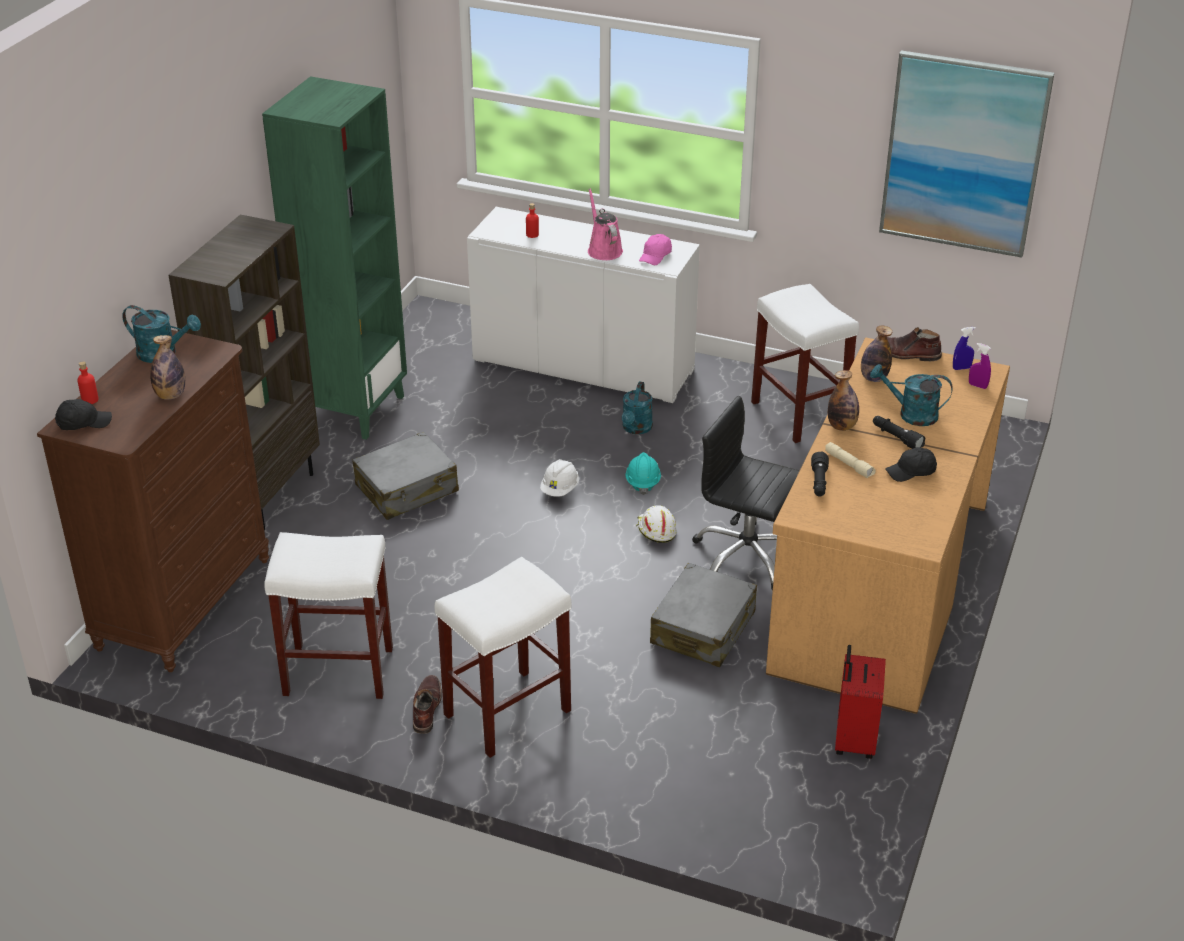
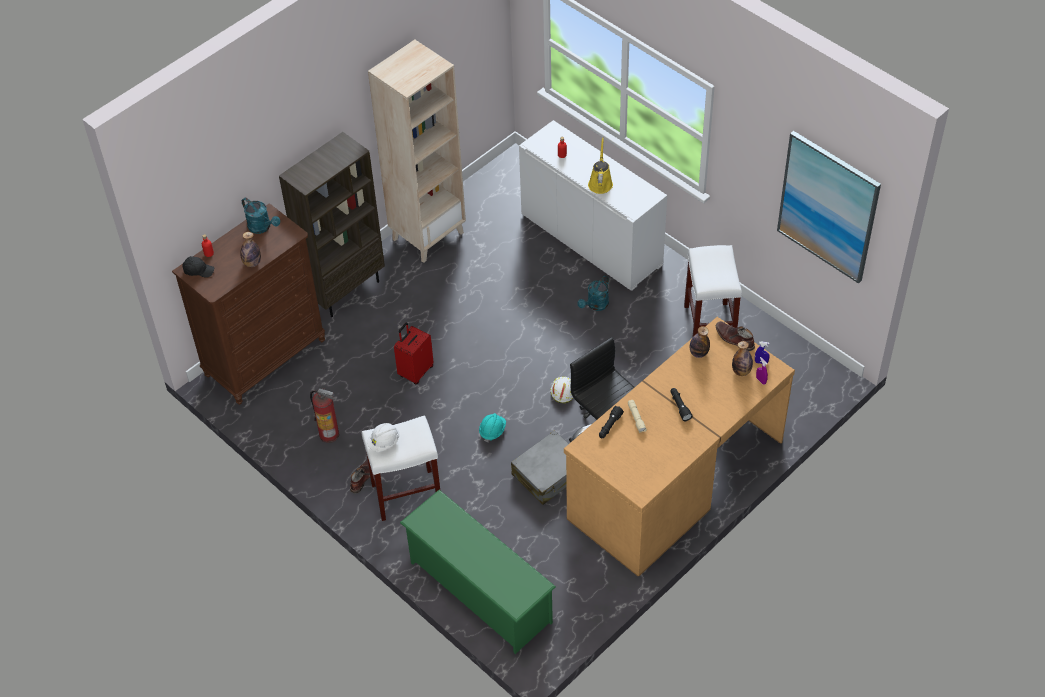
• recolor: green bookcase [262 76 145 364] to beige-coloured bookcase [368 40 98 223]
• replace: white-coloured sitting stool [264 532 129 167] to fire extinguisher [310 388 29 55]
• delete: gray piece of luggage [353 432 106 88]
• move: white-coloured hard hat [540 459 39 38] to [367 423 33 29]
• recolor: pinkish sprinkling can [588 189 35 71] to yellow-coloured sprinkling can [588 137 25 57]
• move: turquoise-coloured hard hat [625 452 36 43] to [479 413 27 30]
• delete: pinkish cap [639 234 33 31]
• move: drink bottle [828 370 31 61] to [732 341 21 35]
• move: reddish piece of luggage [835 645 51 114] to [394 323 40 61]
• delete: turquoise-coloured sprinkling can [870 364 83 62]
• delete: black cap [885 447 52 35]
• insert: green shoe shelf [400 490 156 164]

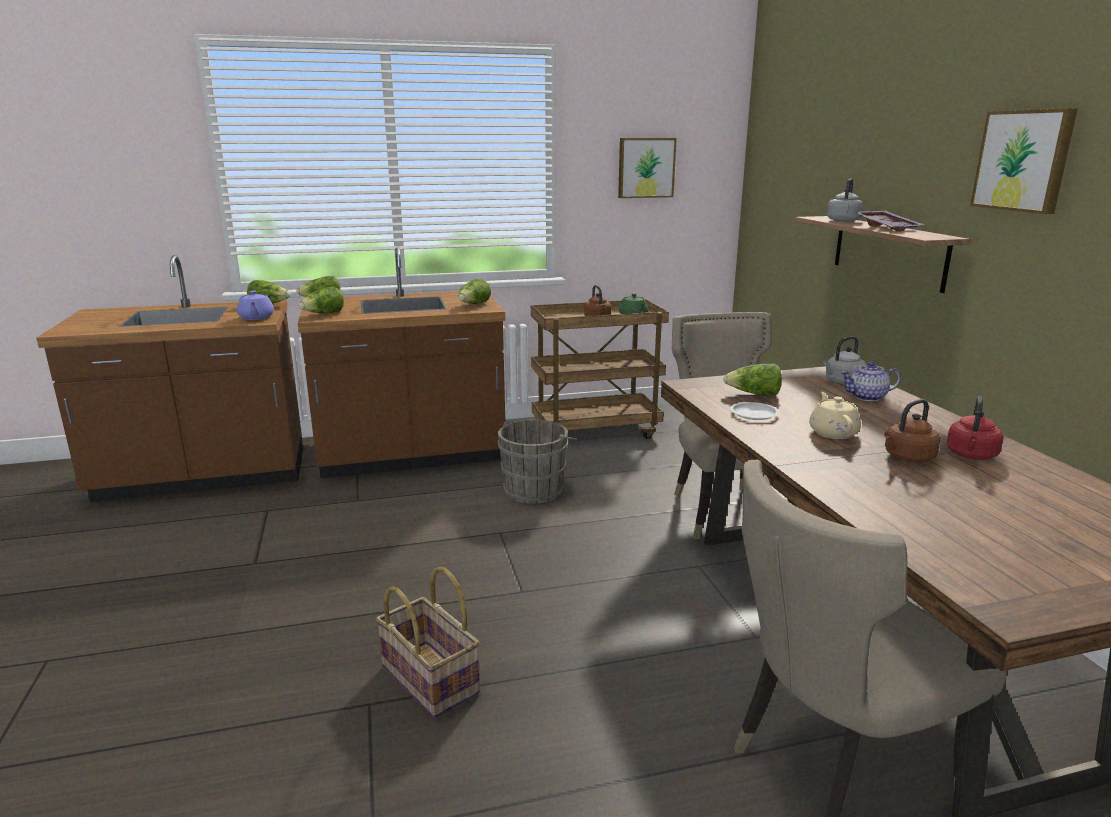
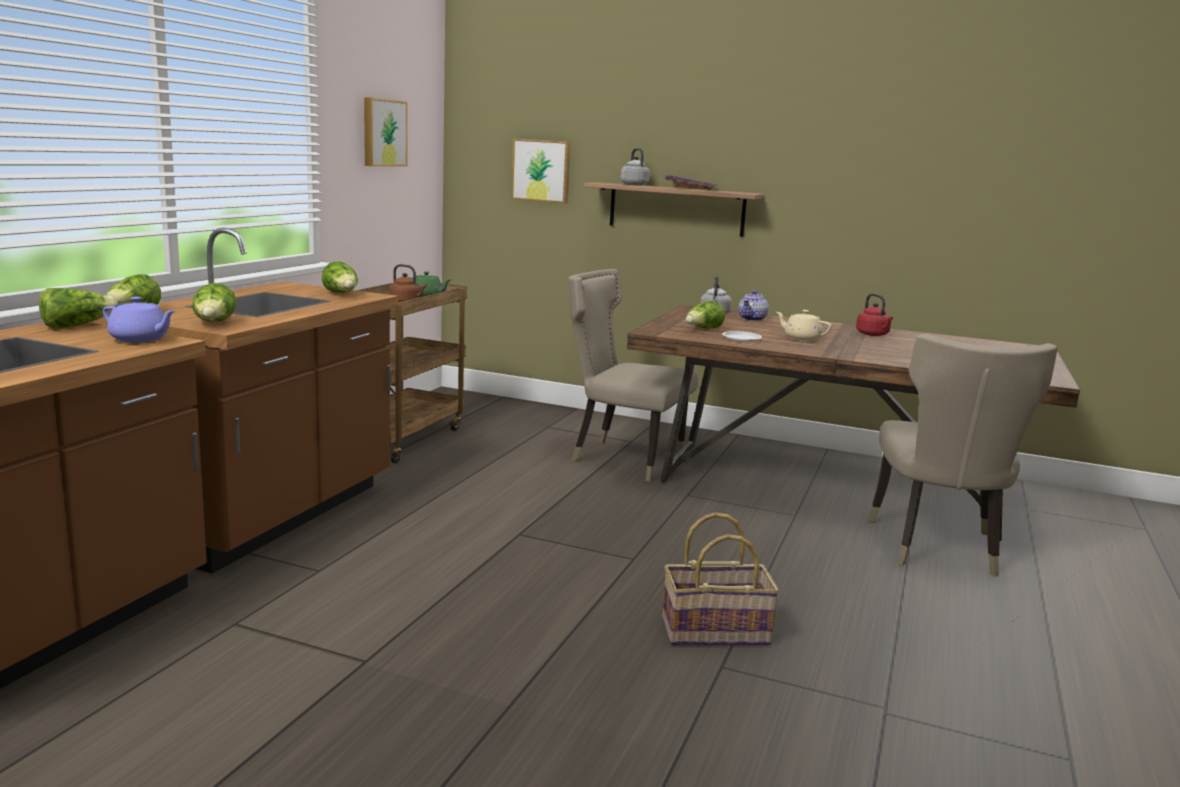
• delete: gray pail [497 420 80 84]
• delete: brown tea kettle [884 399 56 64]
• move: picture [970 108 108 106] to [511 138 60 65]

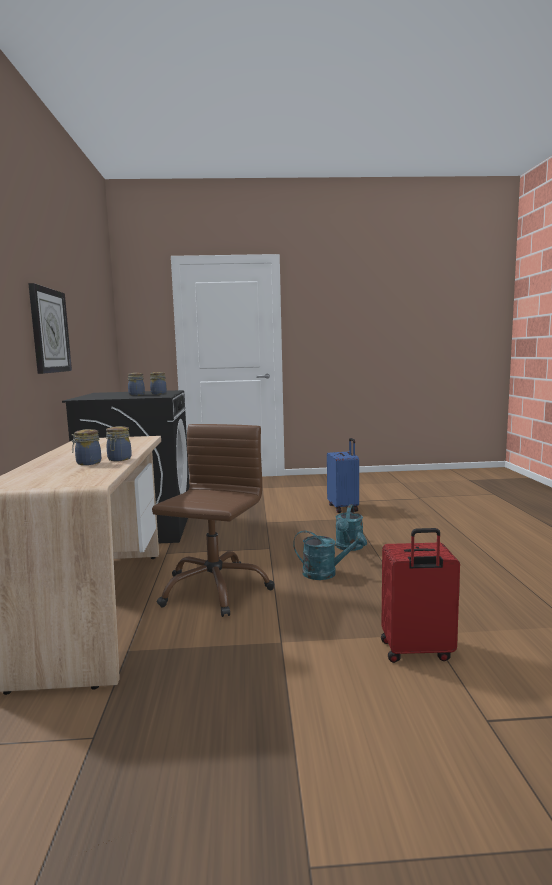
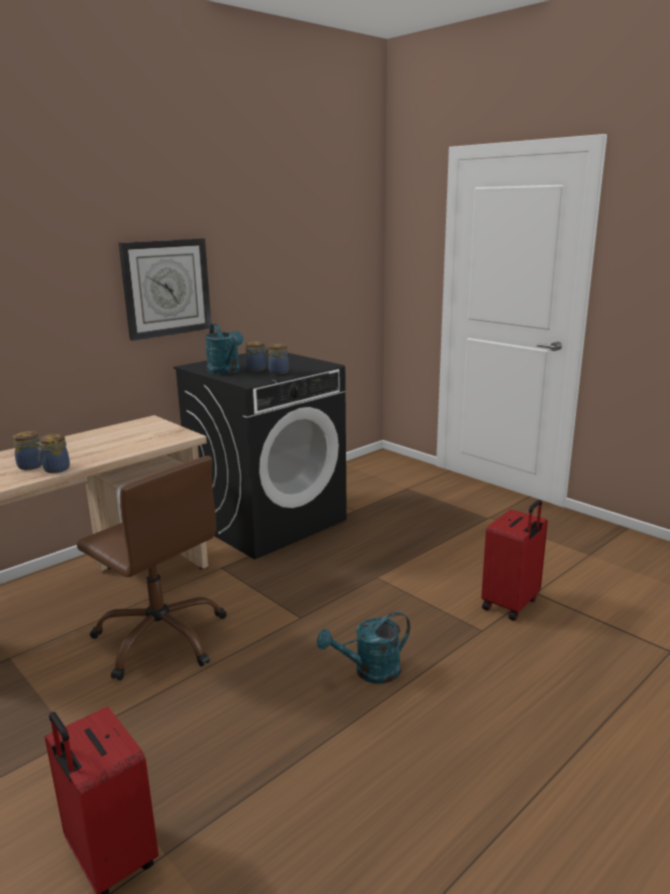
• rotate: brown computer chair [152 424 122 193] = [77 456 150 225] 60 degrees clockwise
• move: turquoise-coloured sprinkling can [293 530 74 50] to [205 323 38 52]
• recolor: bluish piece of luggage [327 438 32 75] to reddish piece of luggage [481 500 67 121]

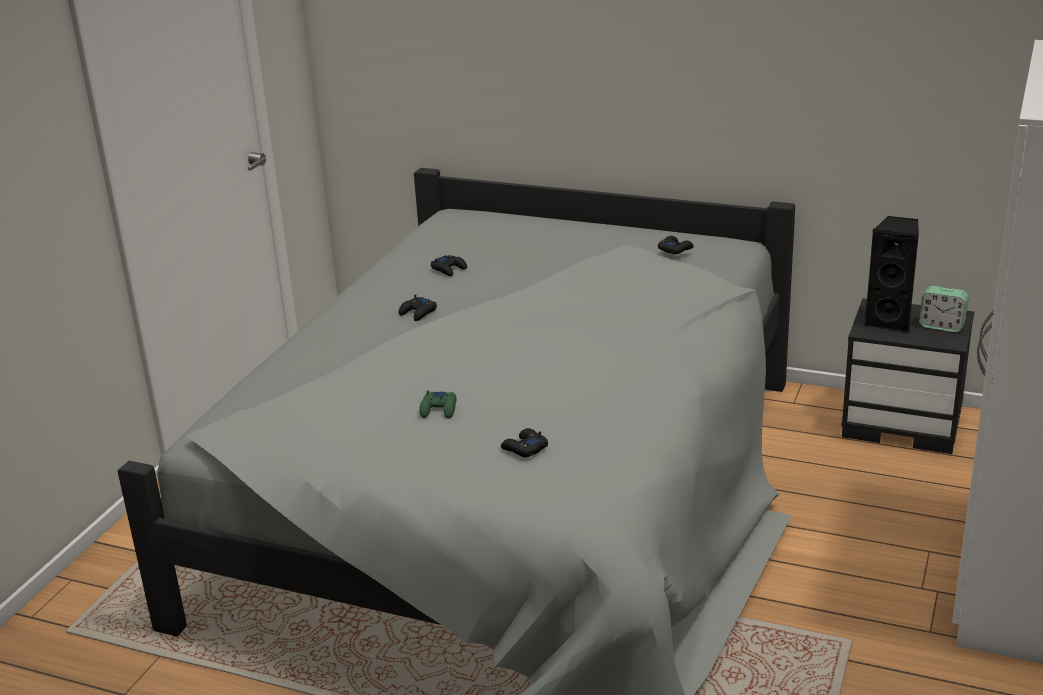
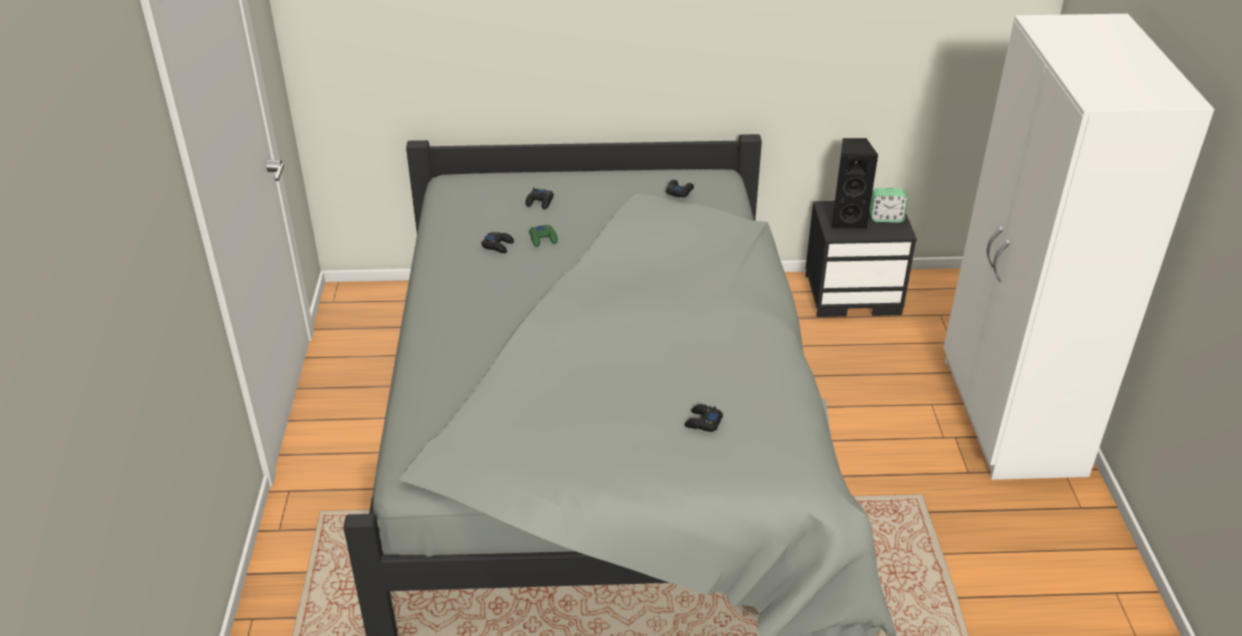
• move: black joypad [398 295 39 26] to [526 188 28 22]
• move: green joypad [419 391 37 27] to [529 225 29 22]

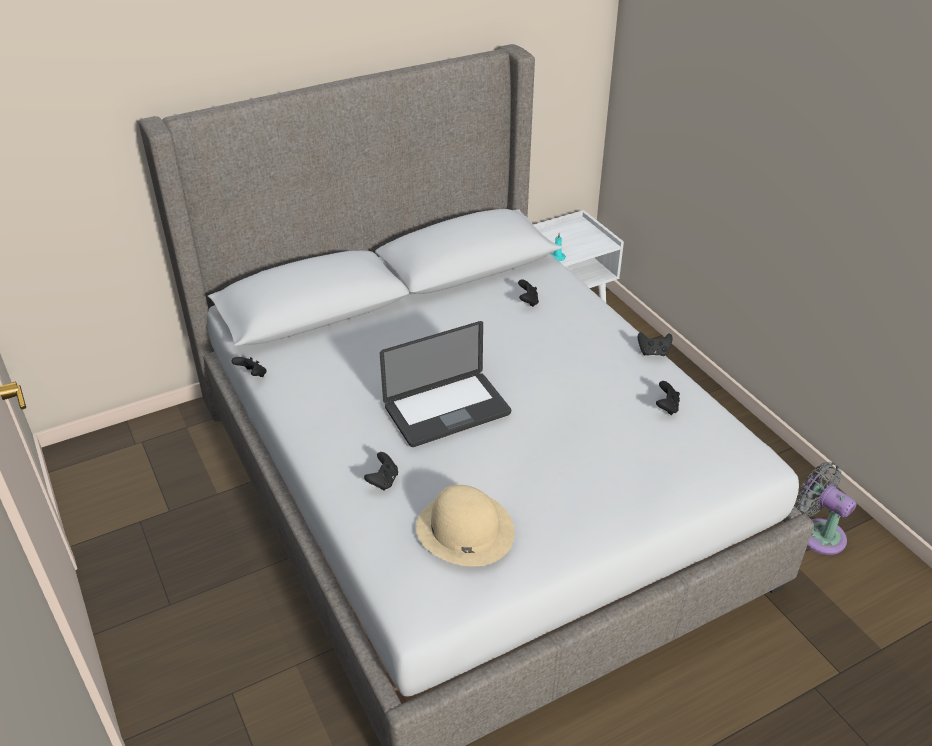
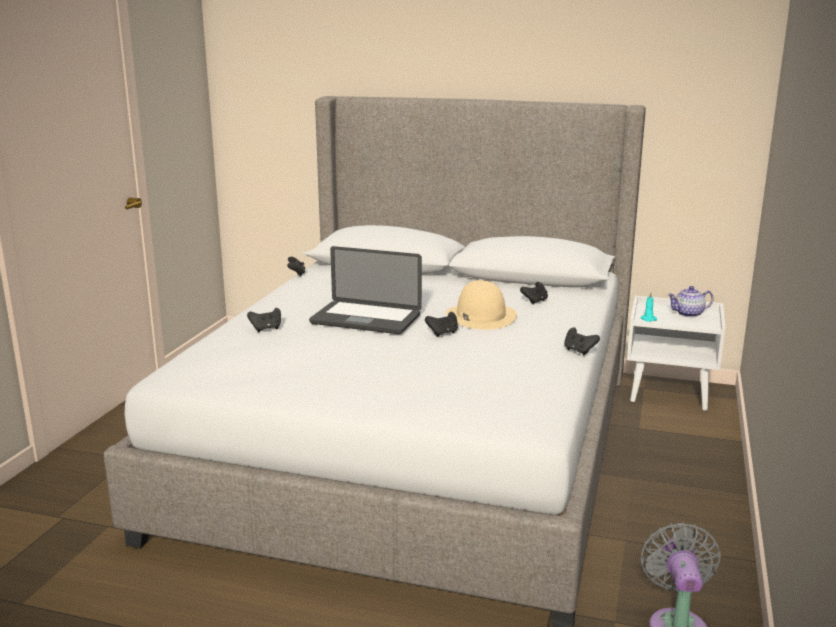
• move: beige-coloured clothing hat [416 485 99 82] to [446 280 71 50]
• move: black joypad [656 381 24 34] to [425 312 33 25]
• insert: teapot [667 286 47 31]

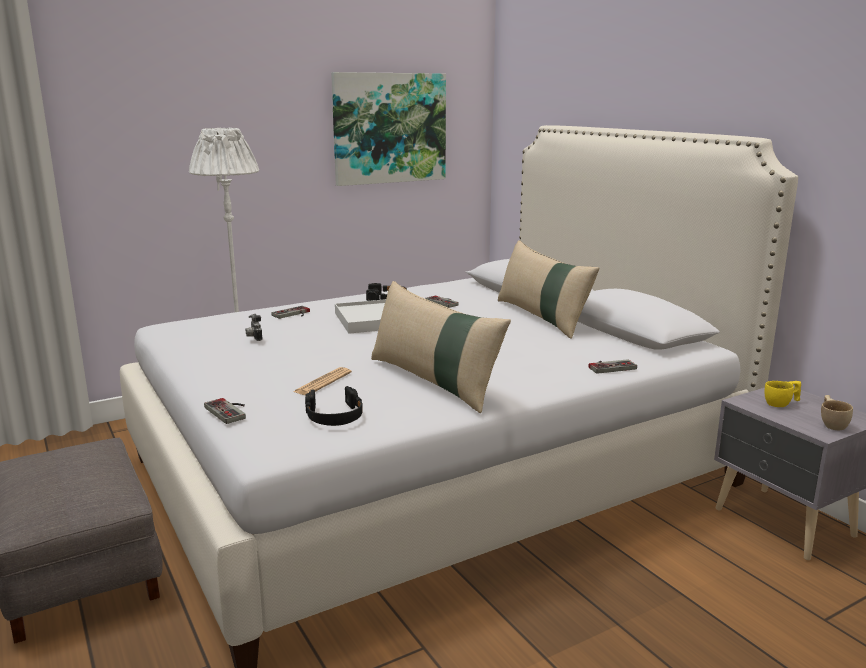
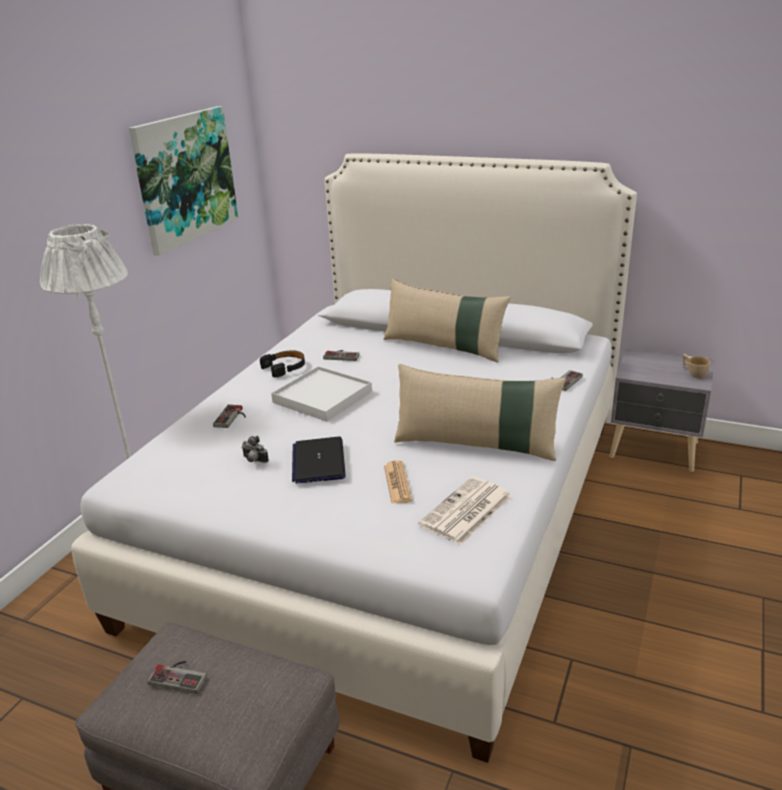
• move: joypad [204 398 42 26] to [147 661 60 33]
• replace: black headphones [305 386 58 40] to daily paper [418 477 94 68]
• delete: yellow-coloured small cup [765 381 36 26]
• insert: notebook computer [292 437 54 47]

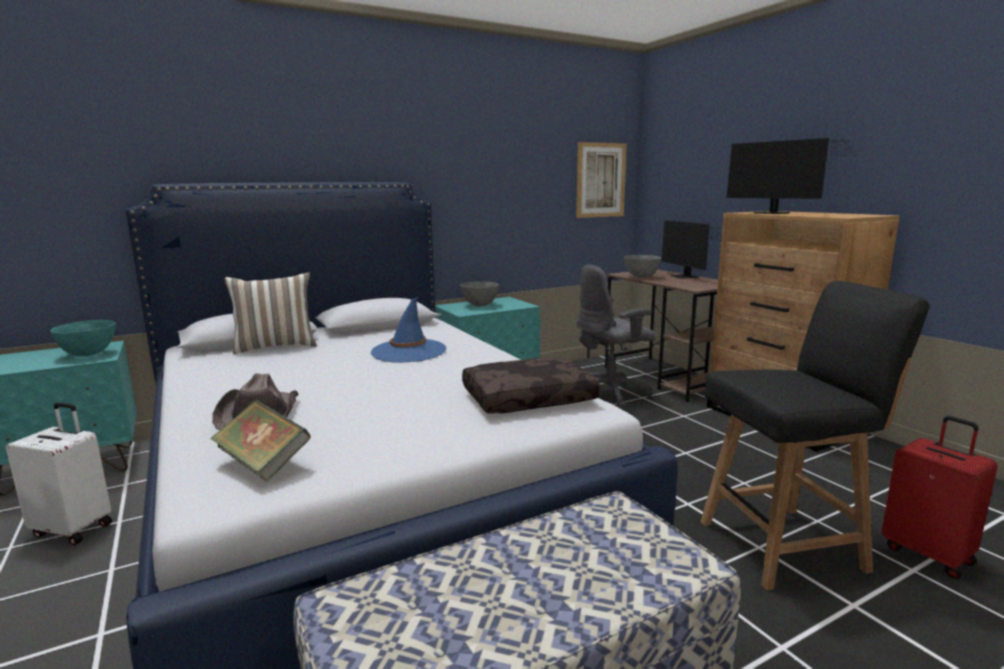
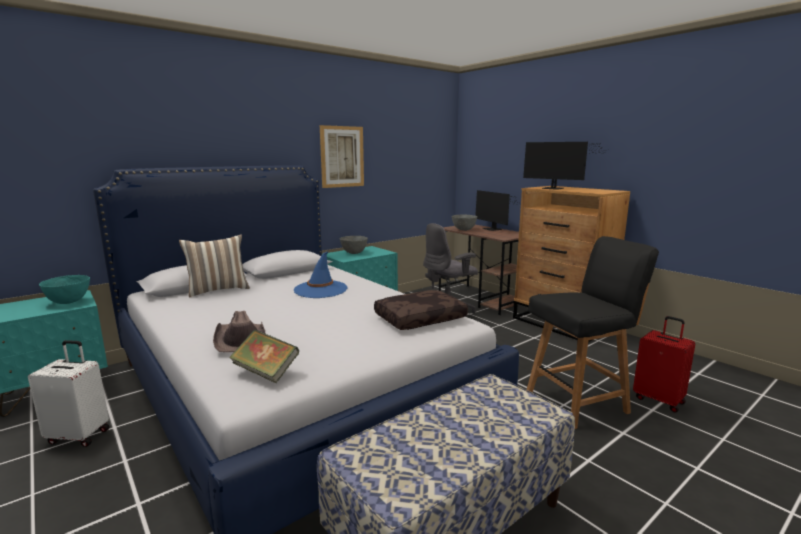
• move: picture [576 142 51 76] to [320 125 44 63]

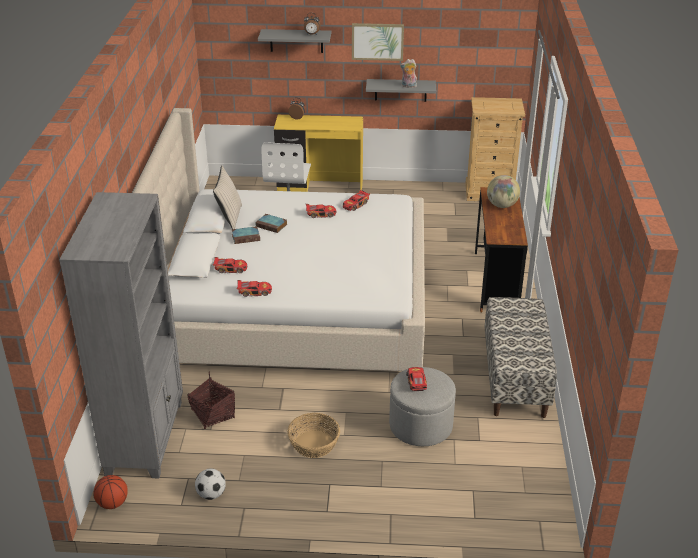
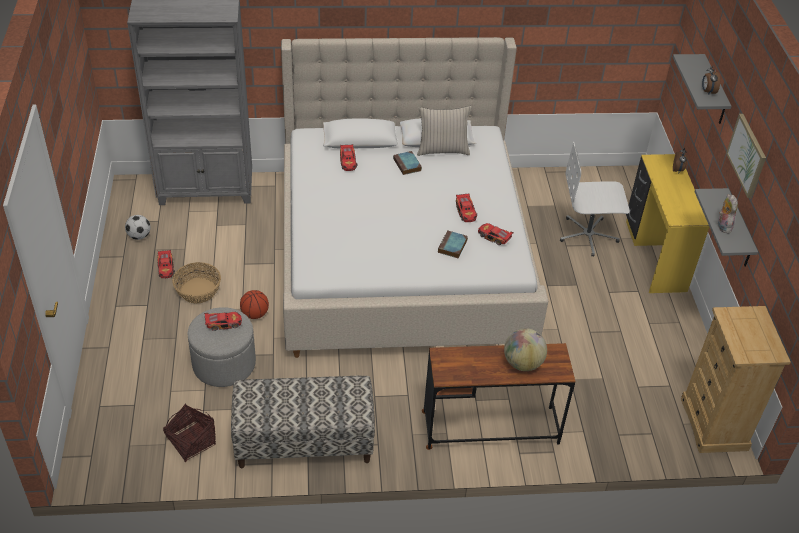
• move: basketball [94 475 34 34] to [240 290 29 29]
• move: storage basket [187 372 48 57] to [163 404 53 58]
• move: model car [237 280 35 17] to [157 249 18 29]
• move: book [256 214 31 19] to [438 230 30 28]

